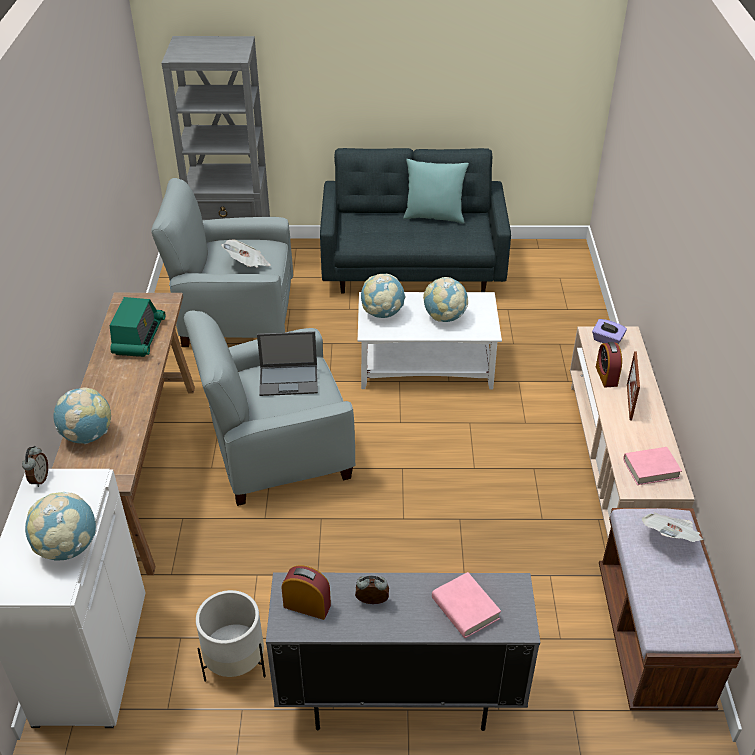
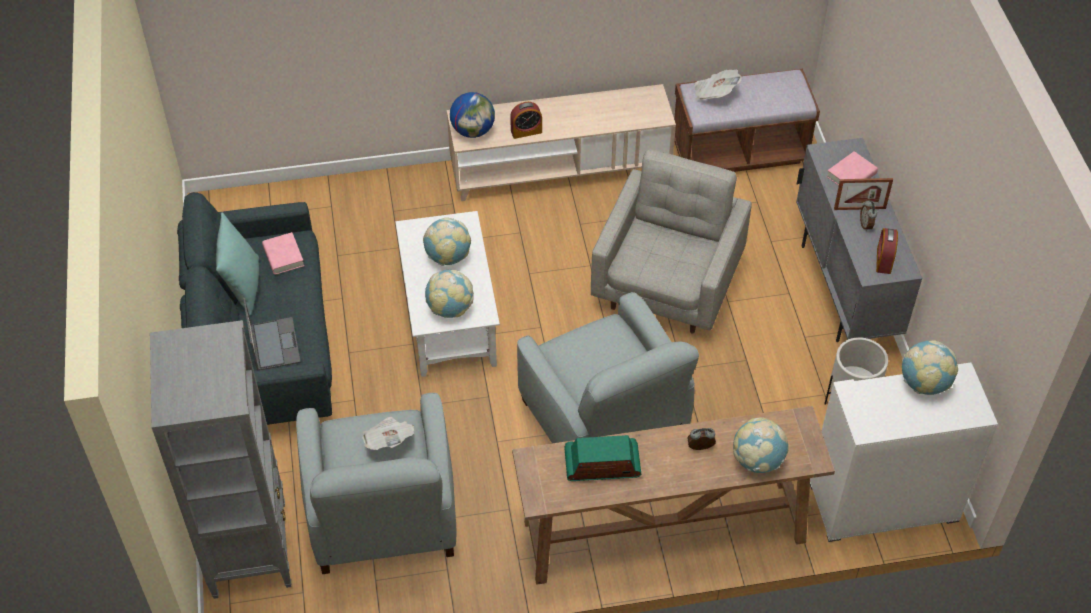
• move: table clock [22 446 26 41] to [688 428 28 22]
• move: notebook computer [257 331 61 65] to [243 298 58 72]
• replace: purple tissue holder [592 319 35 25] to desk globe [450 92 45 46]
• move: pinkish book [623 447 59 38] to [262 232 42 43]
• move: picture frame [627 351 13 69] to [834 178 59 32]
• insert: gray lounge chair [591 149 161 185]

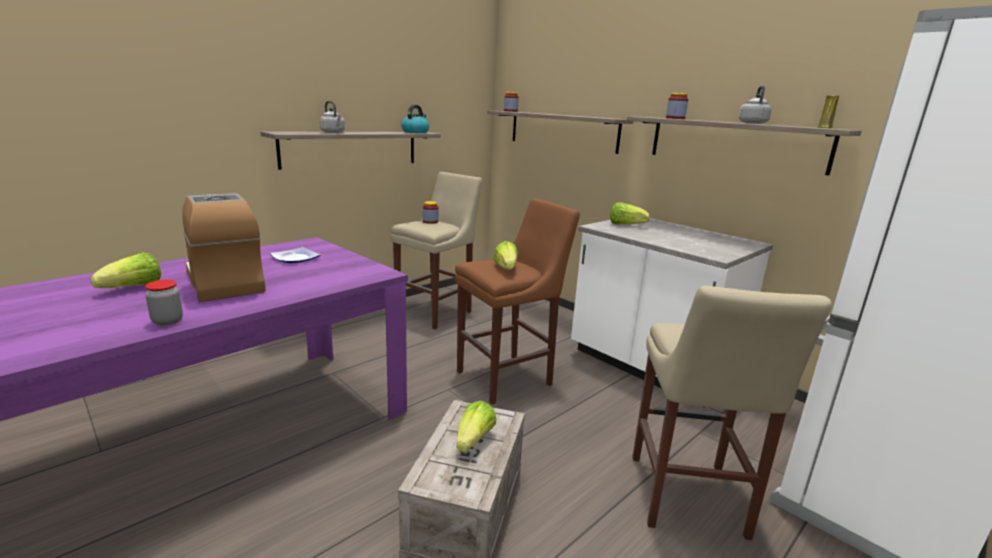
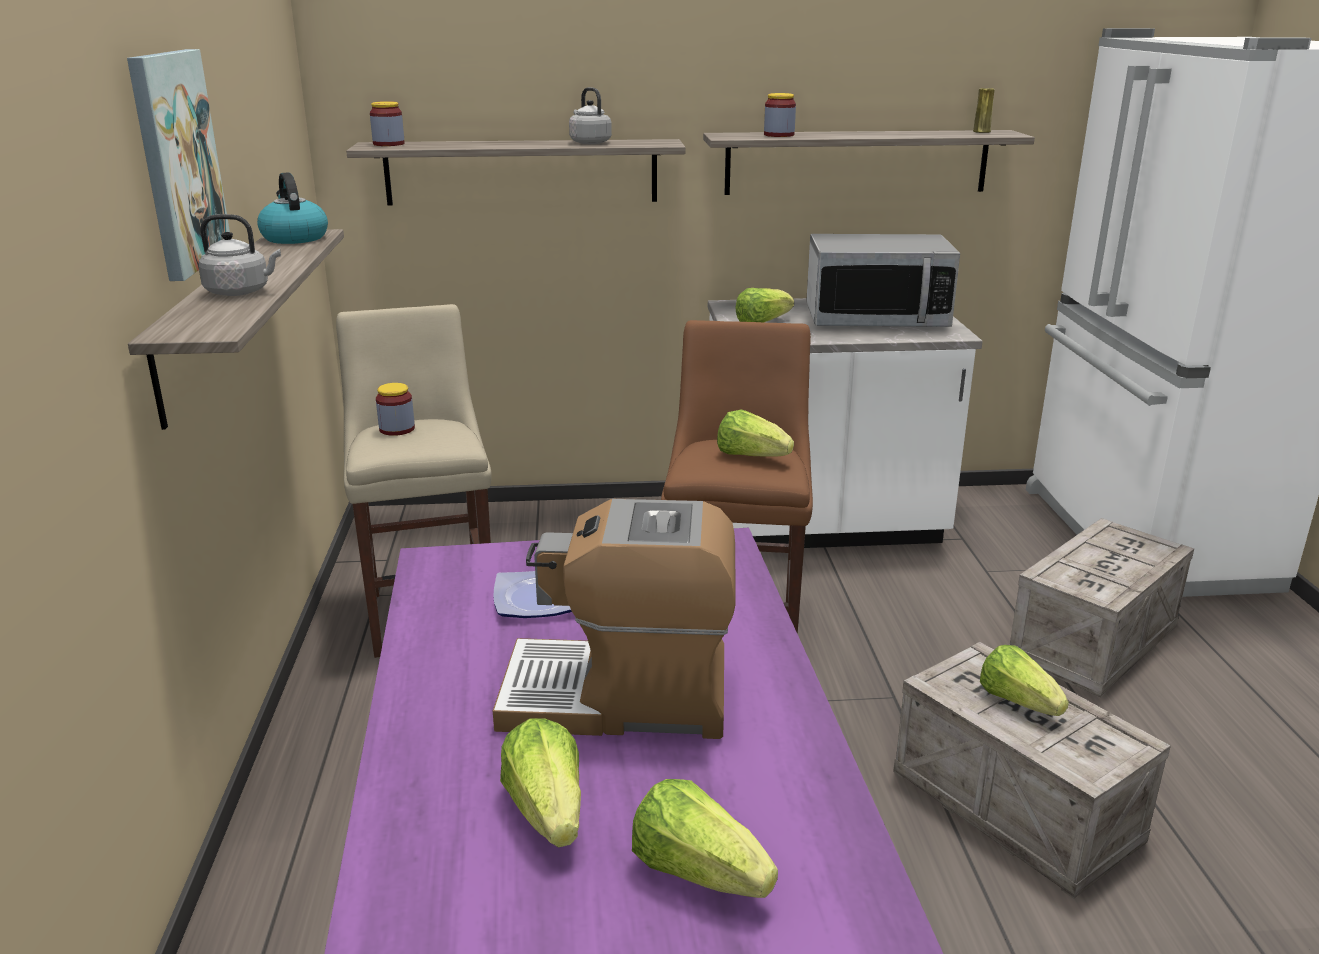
• delete: preserve jar [145 280 38 46]
• replace: beige-coloured sitting stool [633 286 199 254] to crate [1009 518 185 179]
• move: gray tea kettle [738 85 34 39] to [569 87 43 57]
• insert: picture [127 49 103 232]
• insert: lettuce head [632 779 146 119]
• insert: kitchen microwave [806 234 154 93]

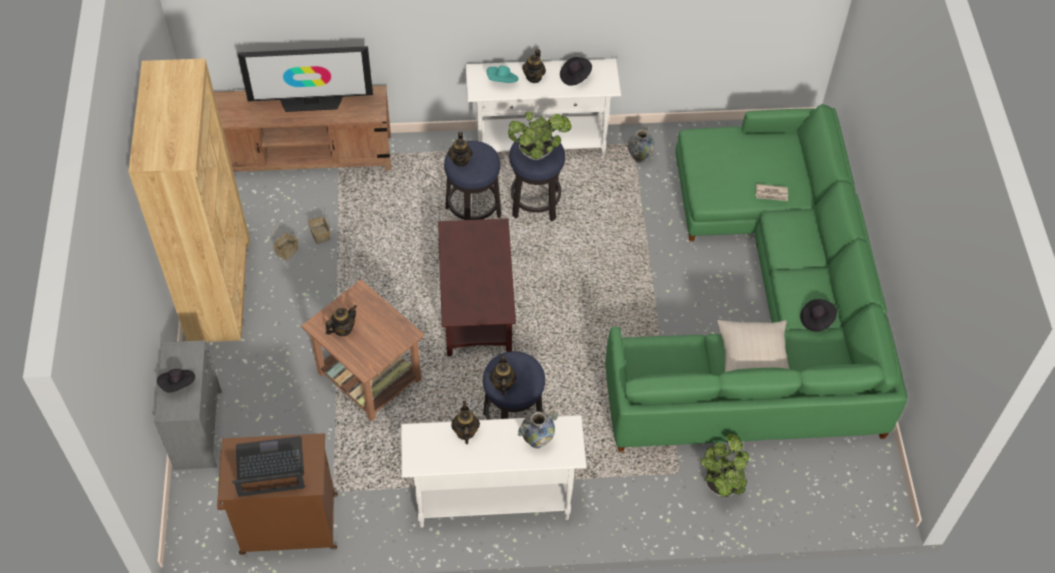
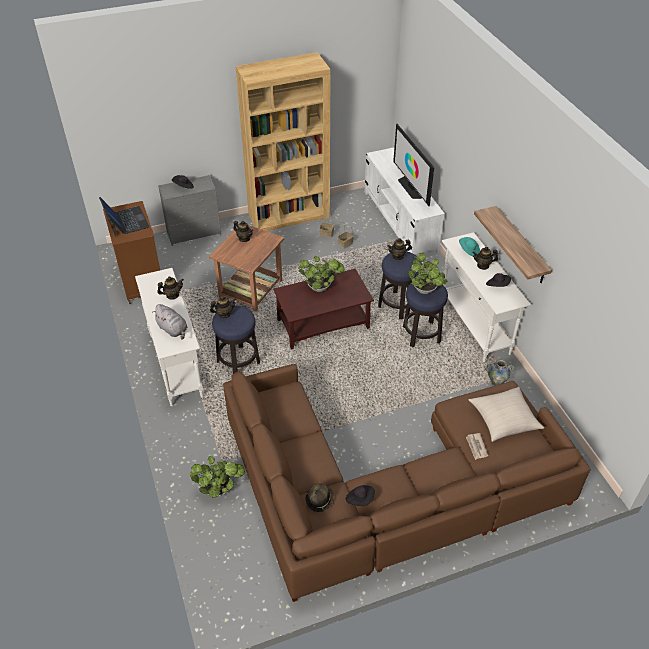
• recolor: brown tv unit [214 86 177 86] to white-coloured tv unit [365 147 80 107]
• replace: decorative vase [518 411 40 37] to gray cuddly toy [153 304 34 36]
• recolor: green settee [605 104 302 348] to brown settee [223 364 368 238]
• move: beige-coloured cushion [717 320 73 52] to [468 387 76 55]
• insert: potted plant [298 256 47 36]
• insert: clothing hat [306 484 28 28]
• insert: shelf [474 206 78 77]

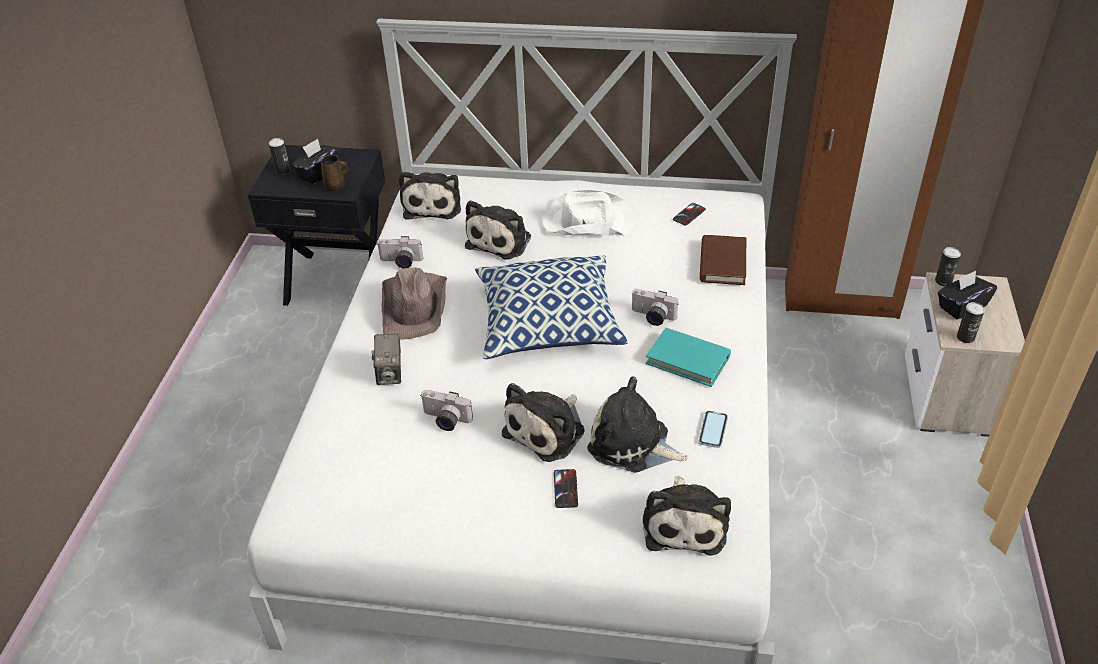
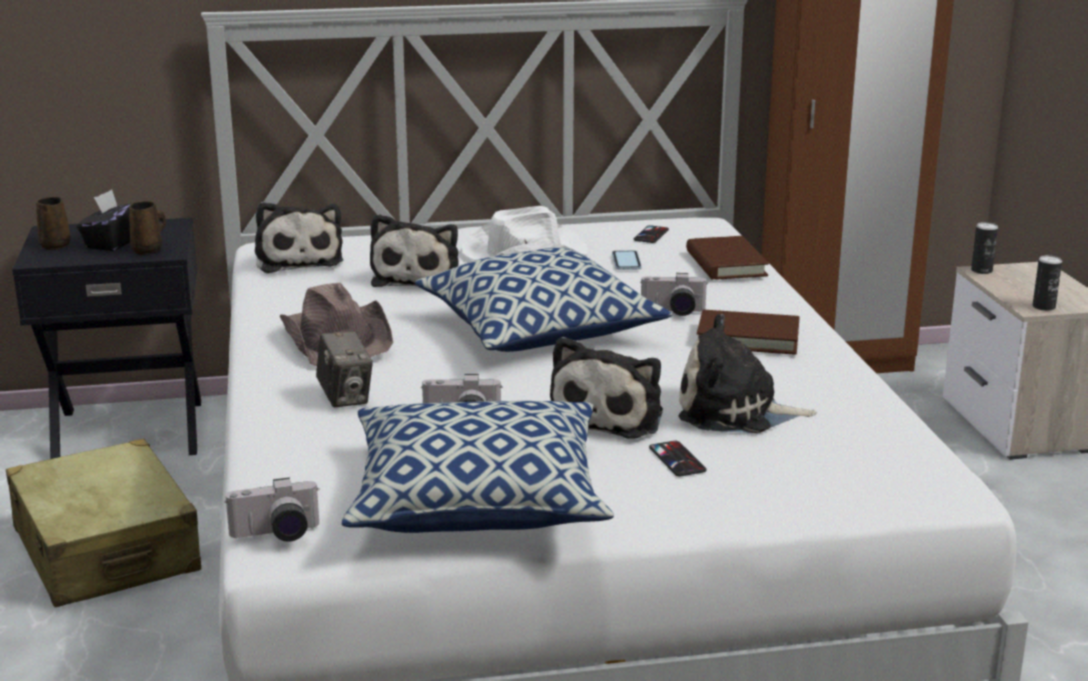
• replace: metal can [269 138 22 37] to brown mug [36 197 35 53]
• move: photo camera [377 236 46 33] to [225 477 94 65]
• delete: cuddly toy [643 475 88 81]
• recolor: turquoise-coloured book [646 328 85 59] to brown book [697 310 103 45]
• move: handset [699 411 29 37] to [612 250 29 20]
• delete: black tissue holder [938 271 59 49]
• insert: beige-coloured piece of luggage [6 438 195 169]
• insert: cushion [342 401 272 132]

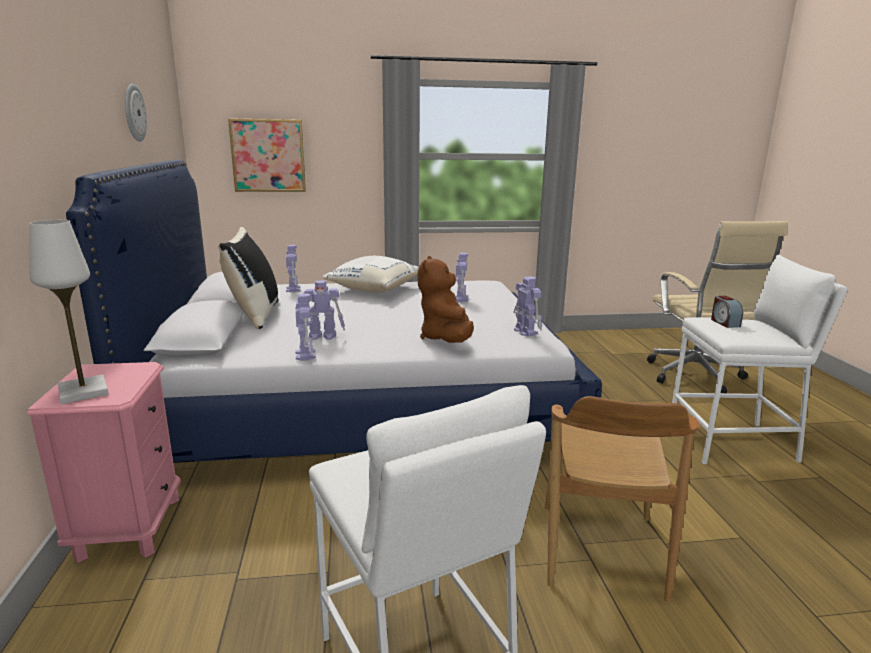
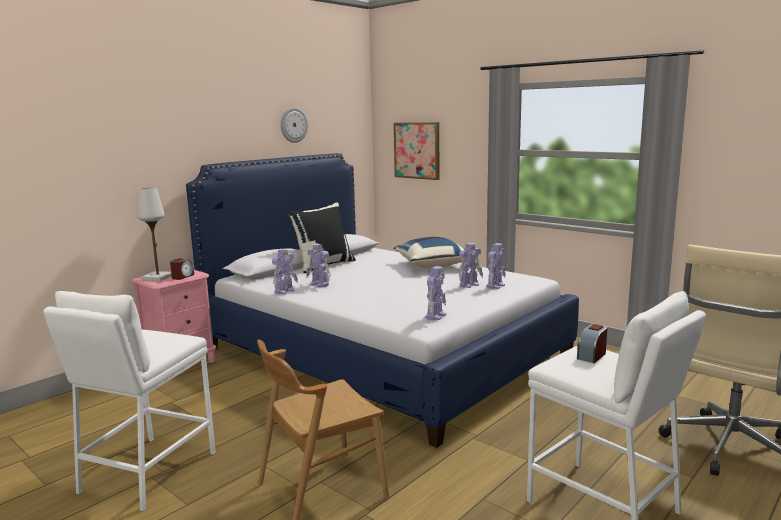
• move: model robot [286 245 15 47] to [486 243 20 46]
• recolor: white-coloured cushion [323 256 96 37] to bluish cushion [394 237 71 31]
• delete: brown cuddly toy [418 256 56 87]
• insert: table clock [170 258 24 22]

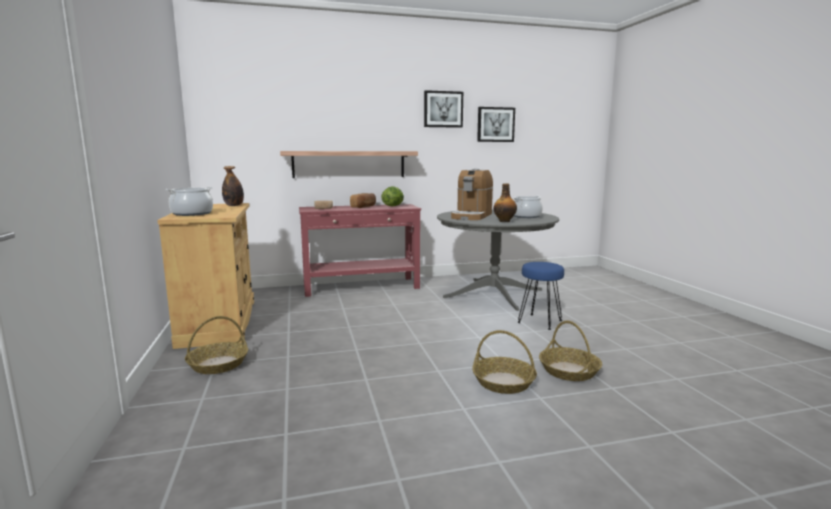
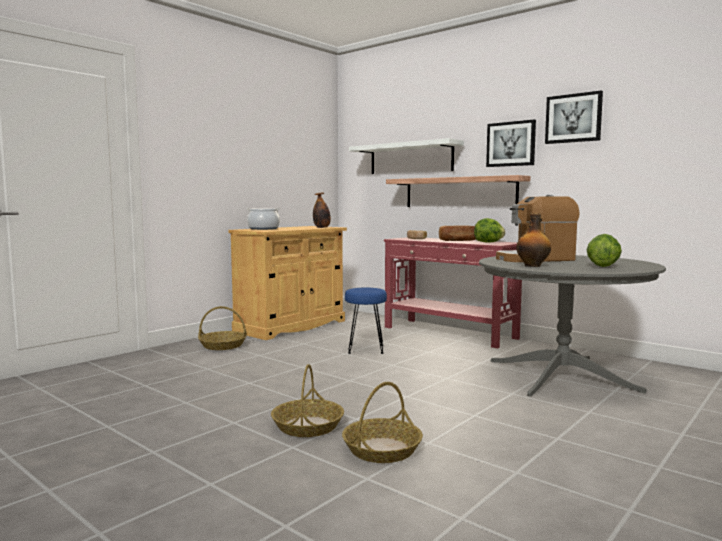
• move: picture [477 107 38 35] to [486 119 50 48]
• replace: saucepot [514 196 29 22] to lettuce head [587 234 35 33]
• move: bluish sitting stool [517 262 47 68] to [345 288 42 66]
• insert: white-coloured shelf [349 138 115 36]

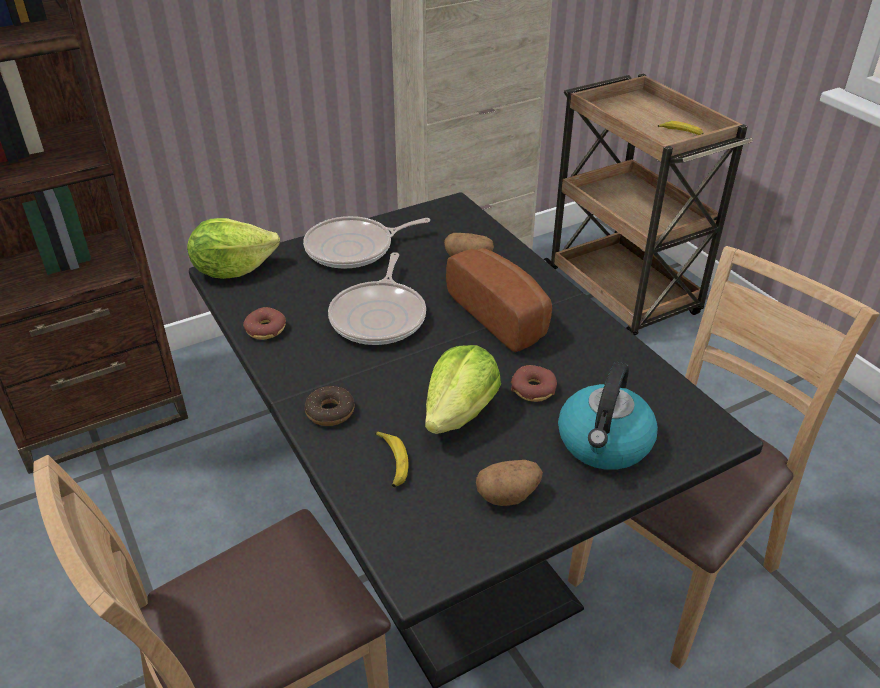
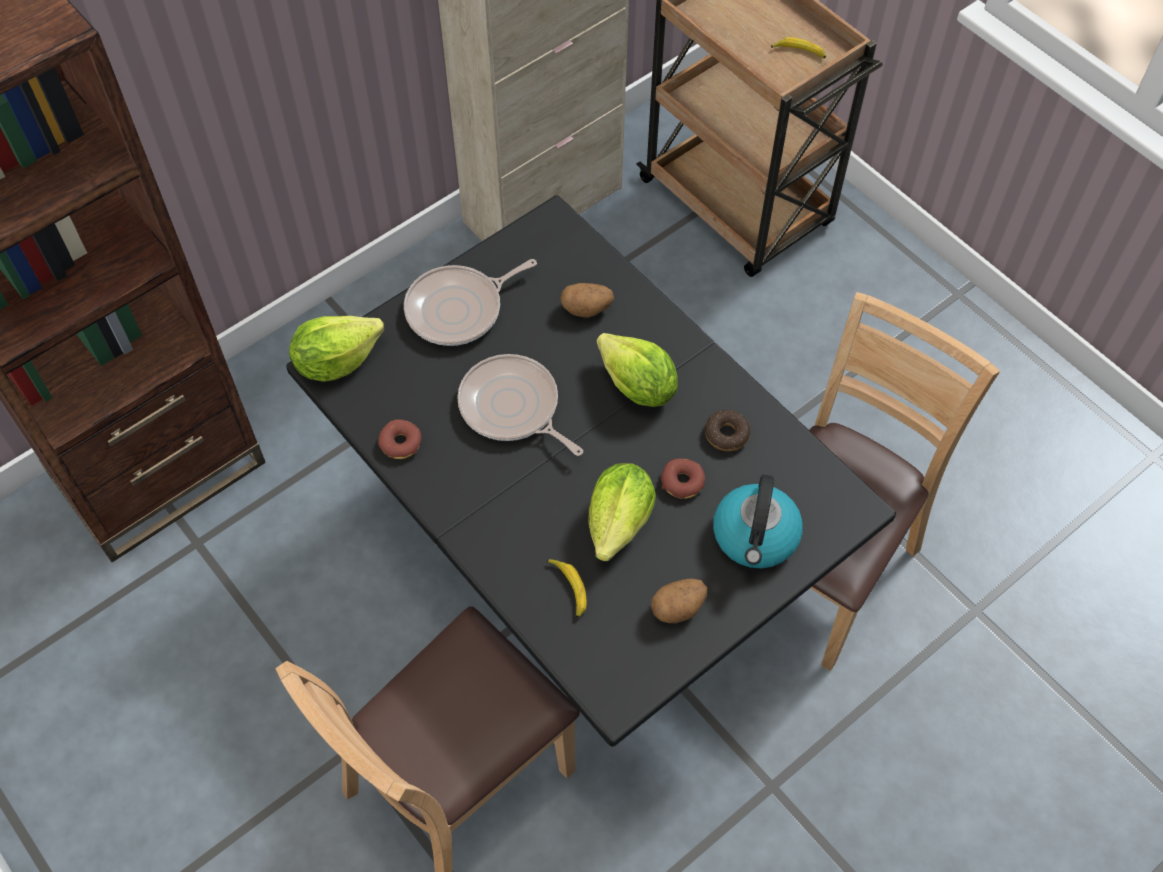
• move: donut [304 386 51 40] to [705 410 45 41]
• rotate: skillet [328 252 98 93] = [457 354 126 102] 135 degrees clockwise
• replace: bakery bread [446 248 106 104] to lettuce head [597 333 81 74]

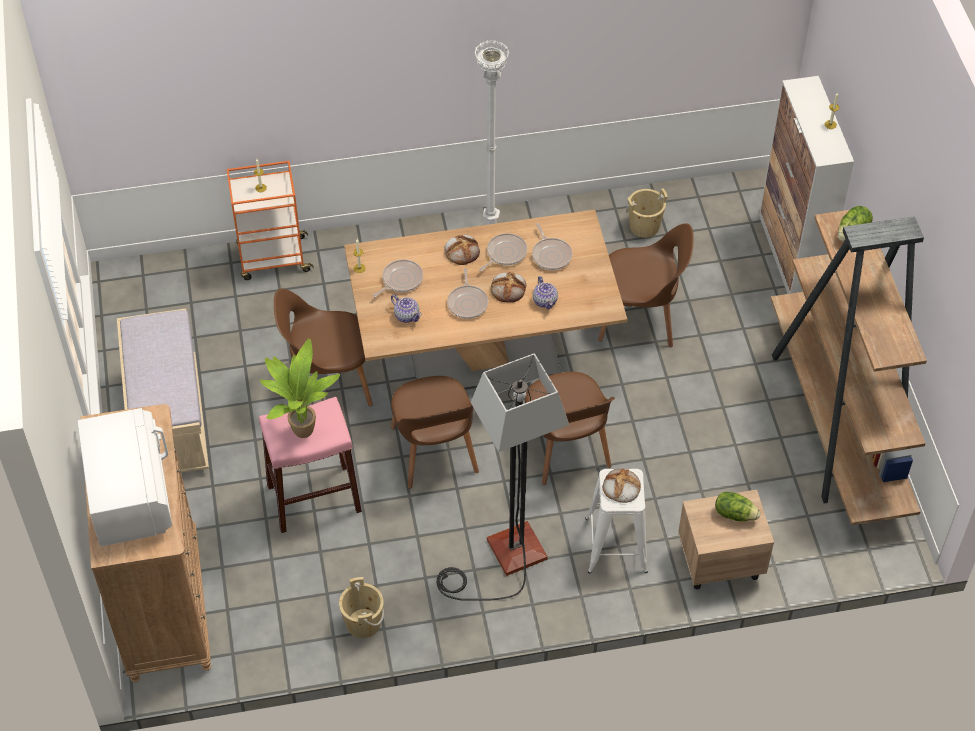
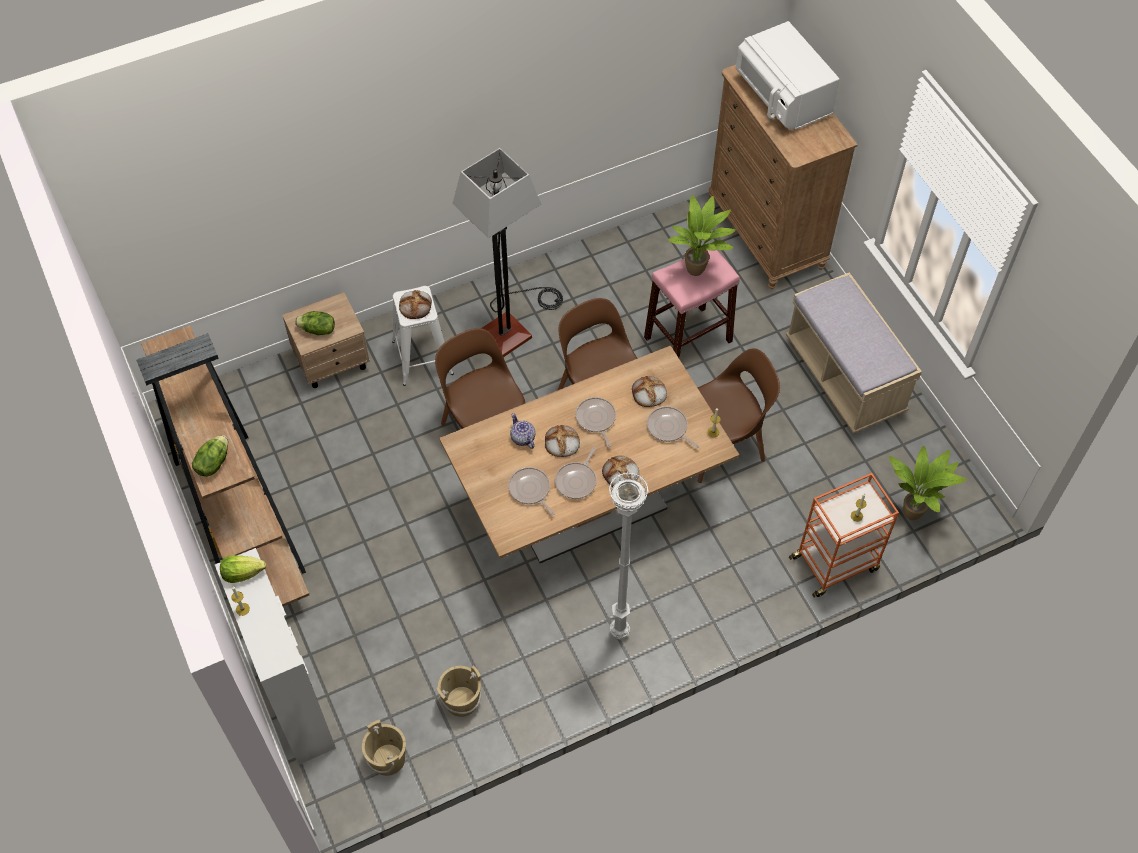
• move: beige-coloured pail [339 577 45 61] to [362 720 44 56]
• rotate: skillet [372 259 51 39] = [647 406 52 42] 105 degrees clockwise
• replace: teapot [391 295 31 28] to bakery bread [632 376 35 31]
• delete: brown upright chair [598 223 96 124]
• insert: lettuce head [220 555 46 28]
• insert: potted plant [889 446 78 74]

